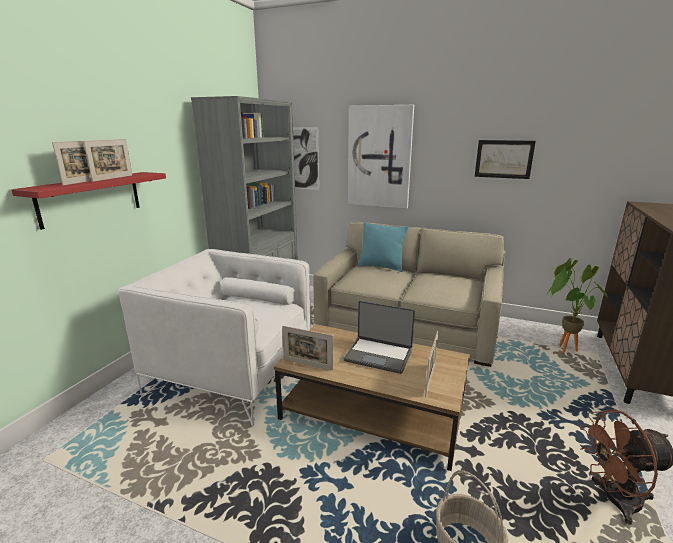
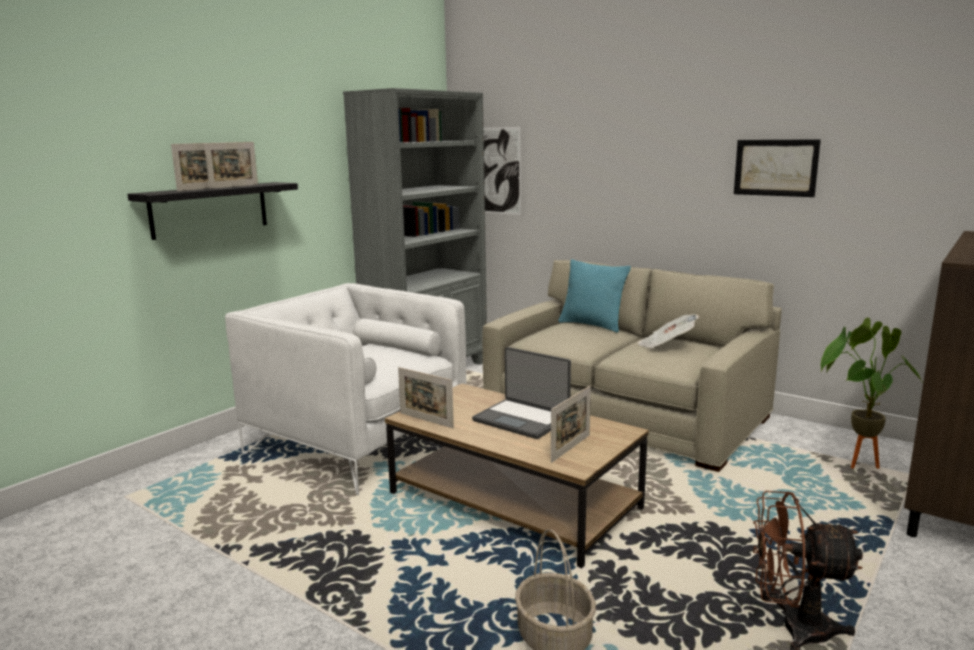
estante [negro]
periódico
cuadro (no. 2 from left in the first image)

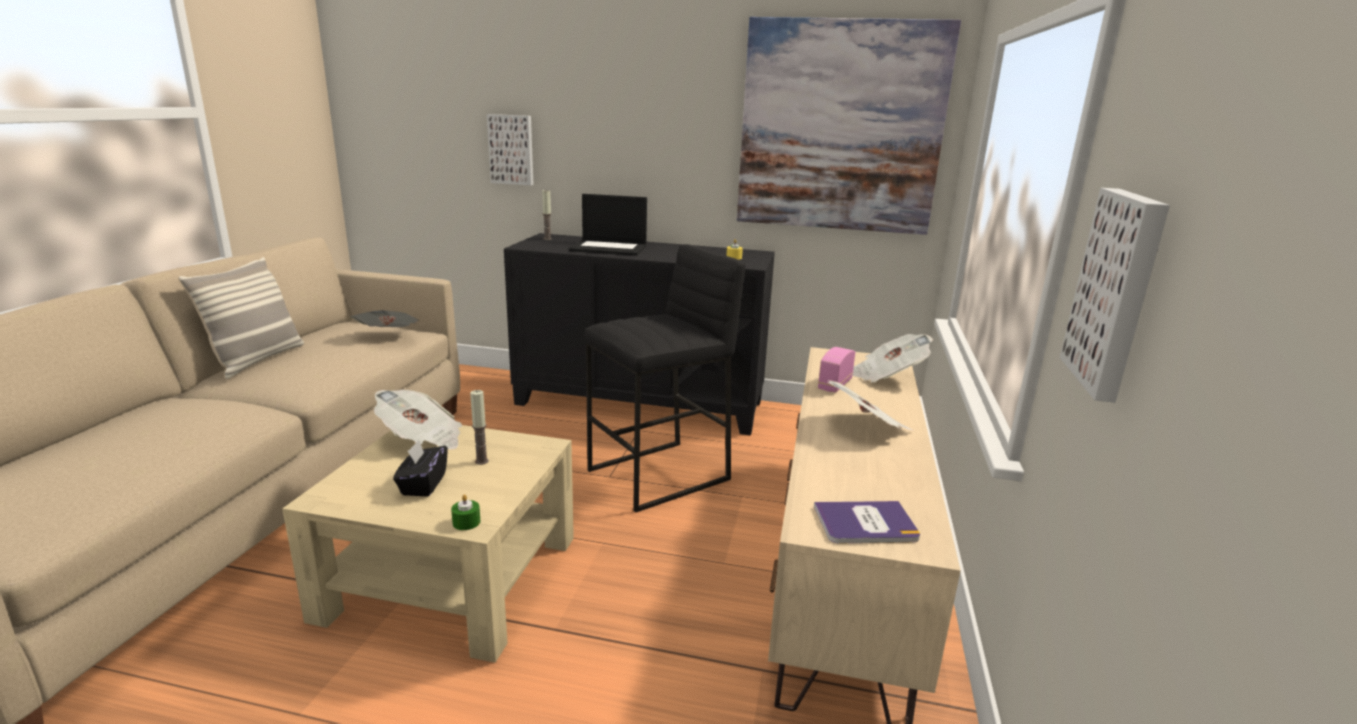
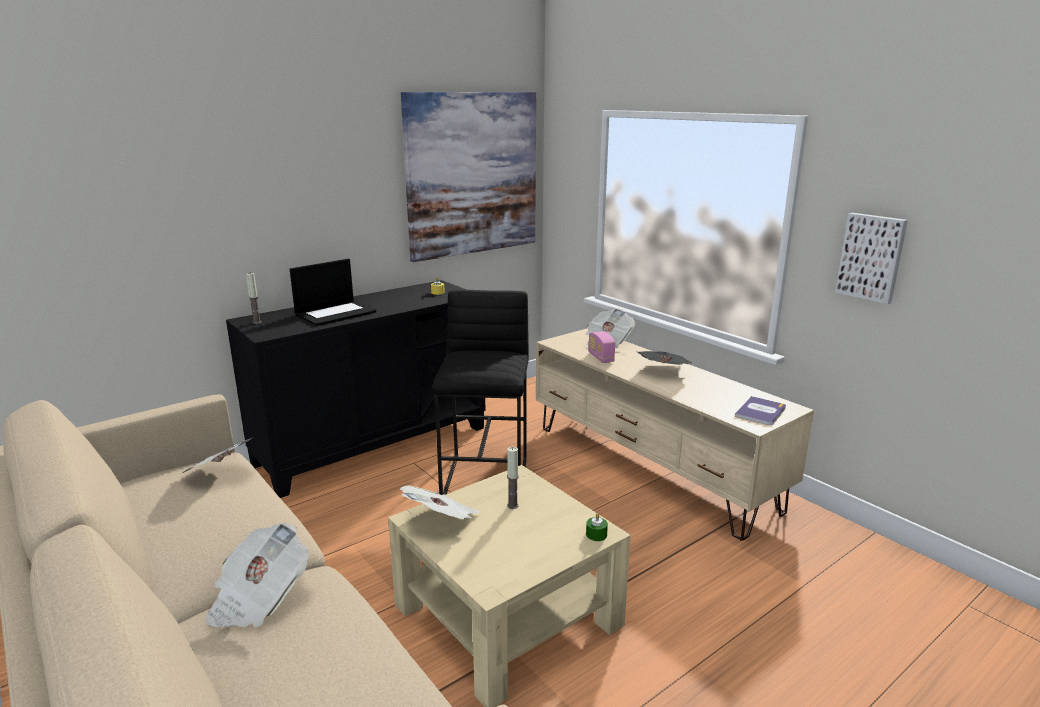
periódico (no. 2 from left)
cojín
caja de pañuelos [negro]
cuadro (no. 1 from left in the first image)

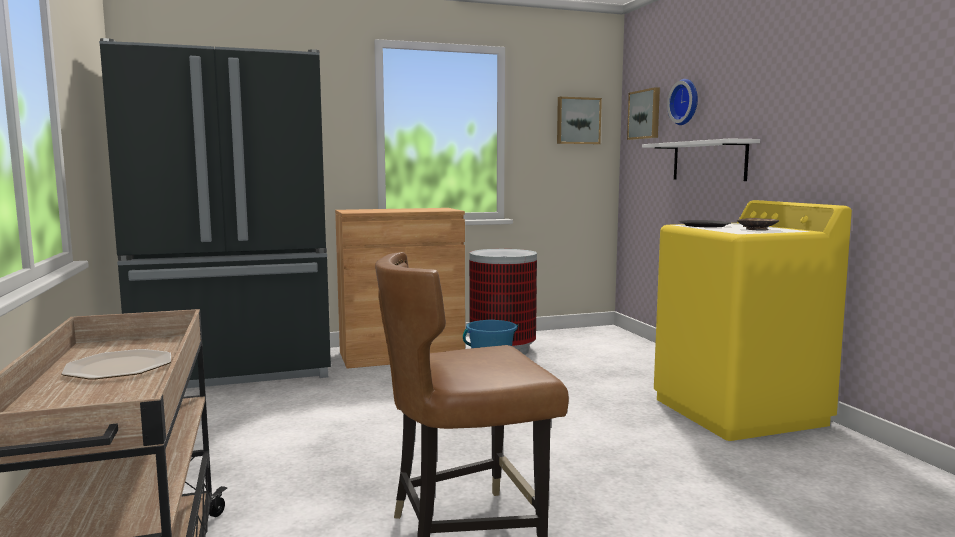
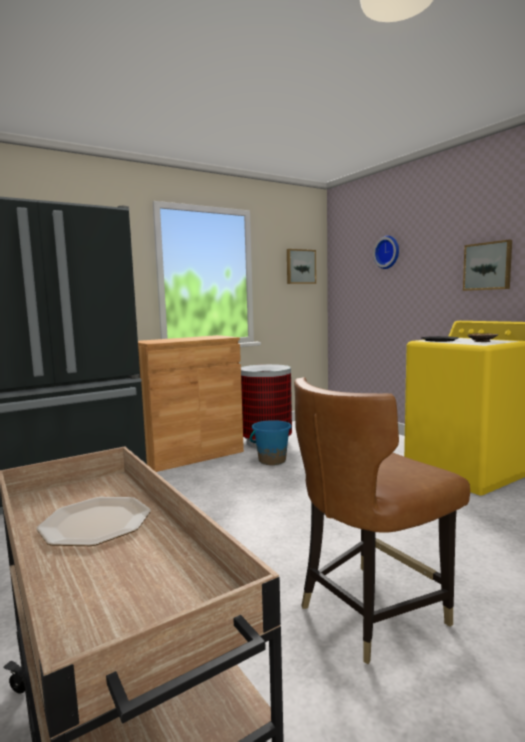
cuadro (no. 2 from left)
estante [blanco]

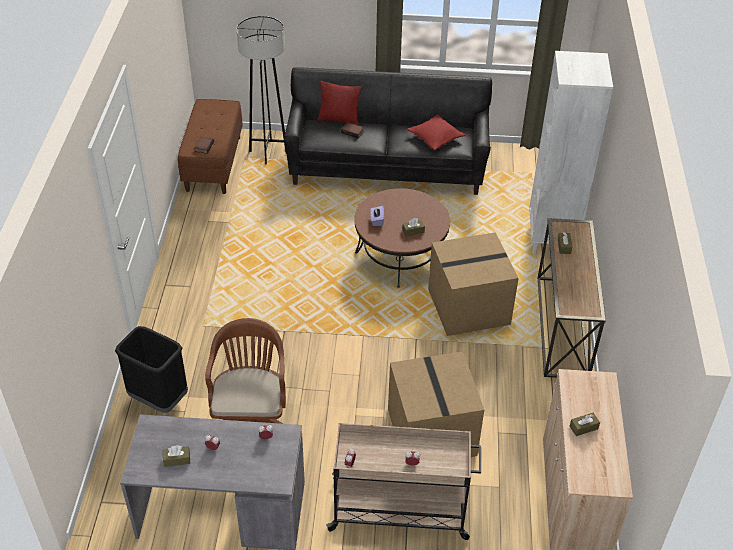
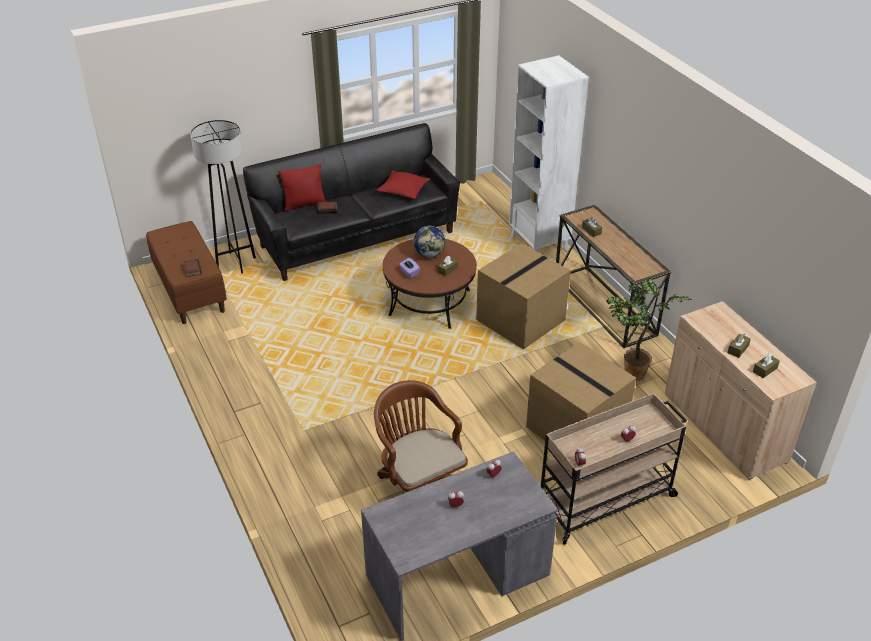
globo terráqueo
planta en maceta
caja de pañuelos [marrón] (no. 4 from left)
papelera [negro]

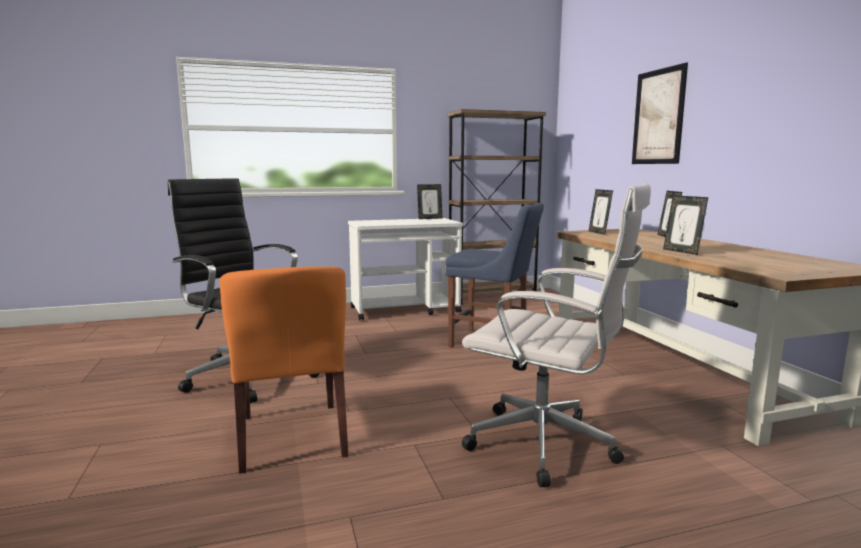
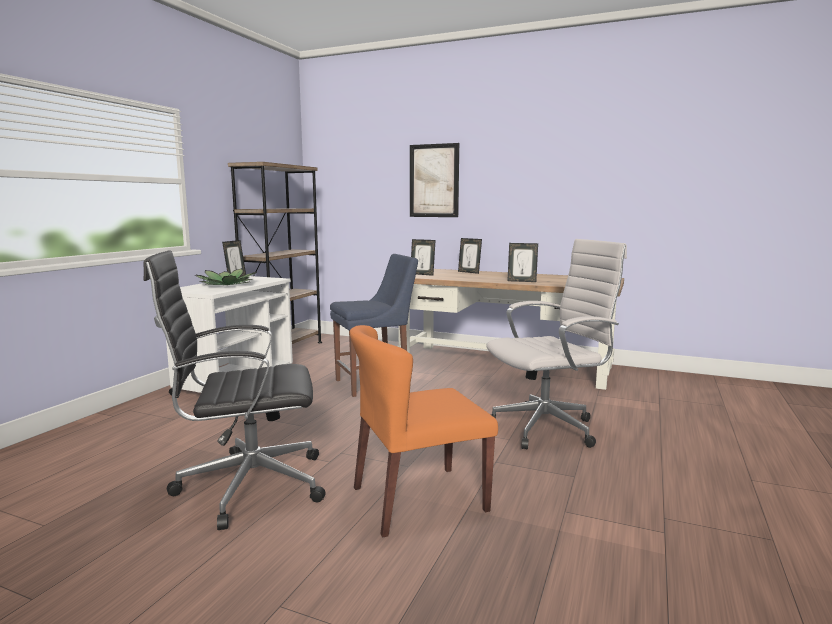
planta en maceta
silla [naranja]

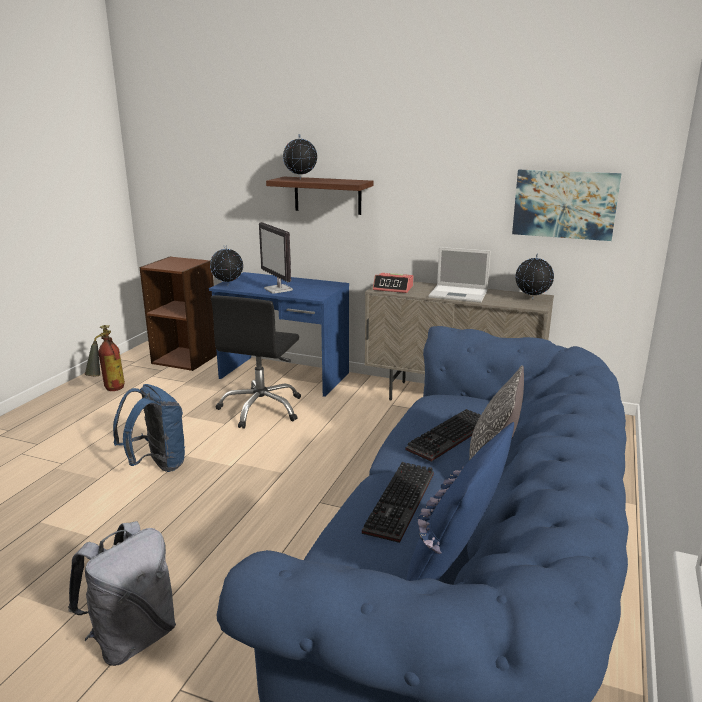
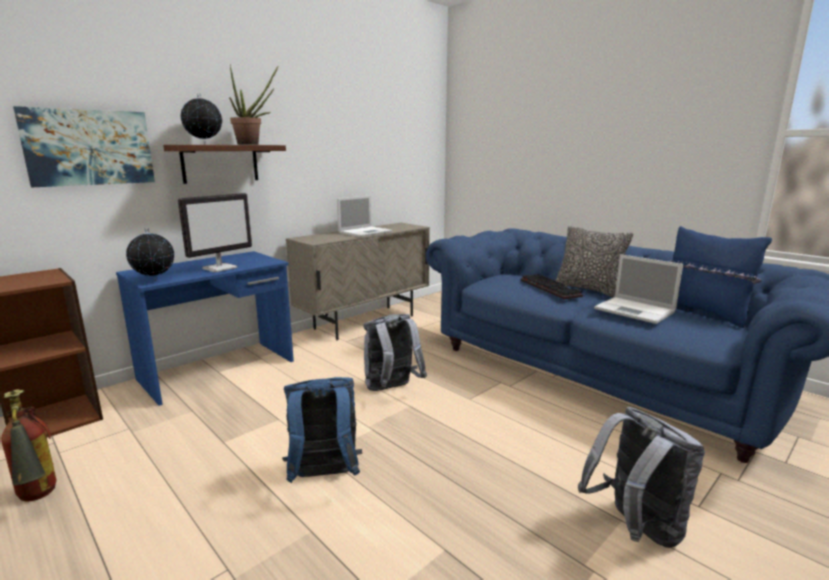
cuadro
monitor
planta en maceta
mochila [gris] (no. 1 from left)
portátil (no. 2 from left)
silla de oficina [negro]
despertador
globo terráqueo (no. 3 from left in the first image)

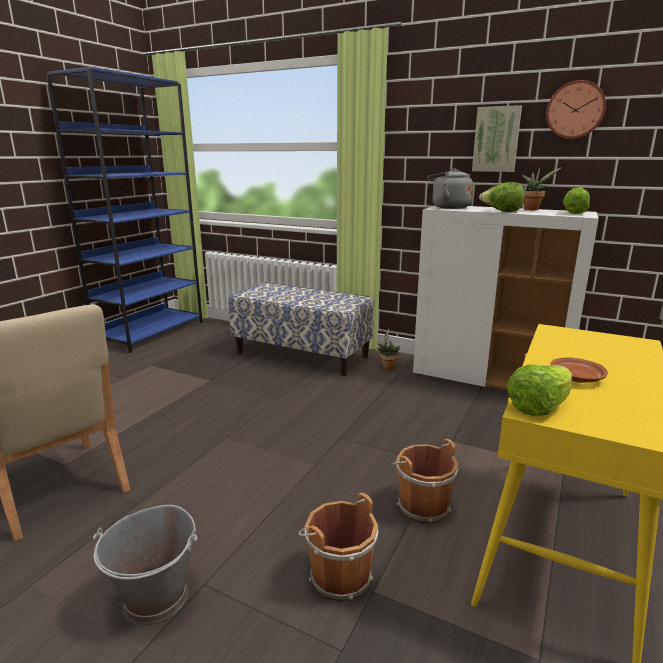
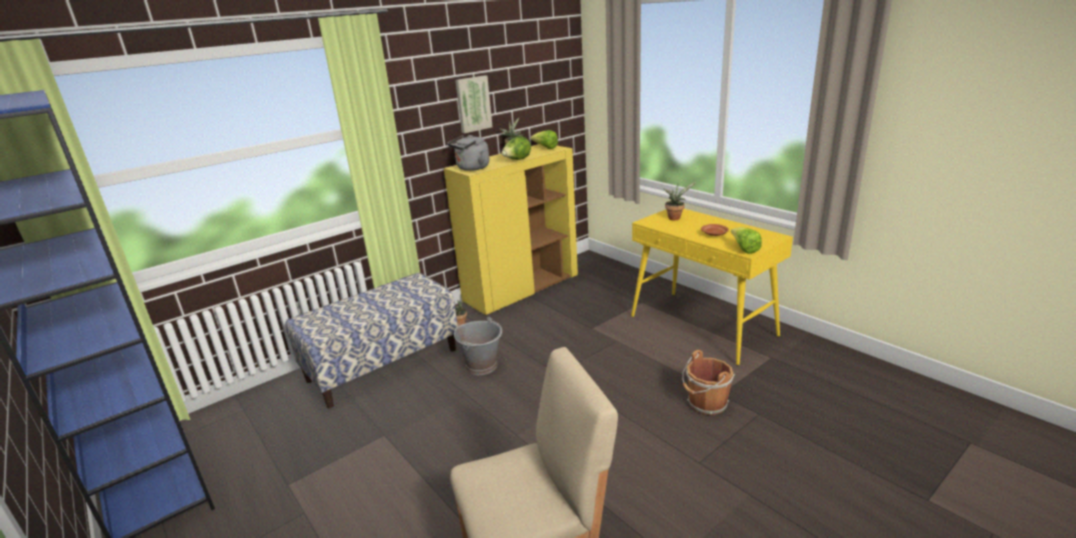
armario [amarillo]
cubo [gris]
planta en maceta (no. 3 from left)
cubo [marrón] (no. 2 from left in the first image)
reloj de pared

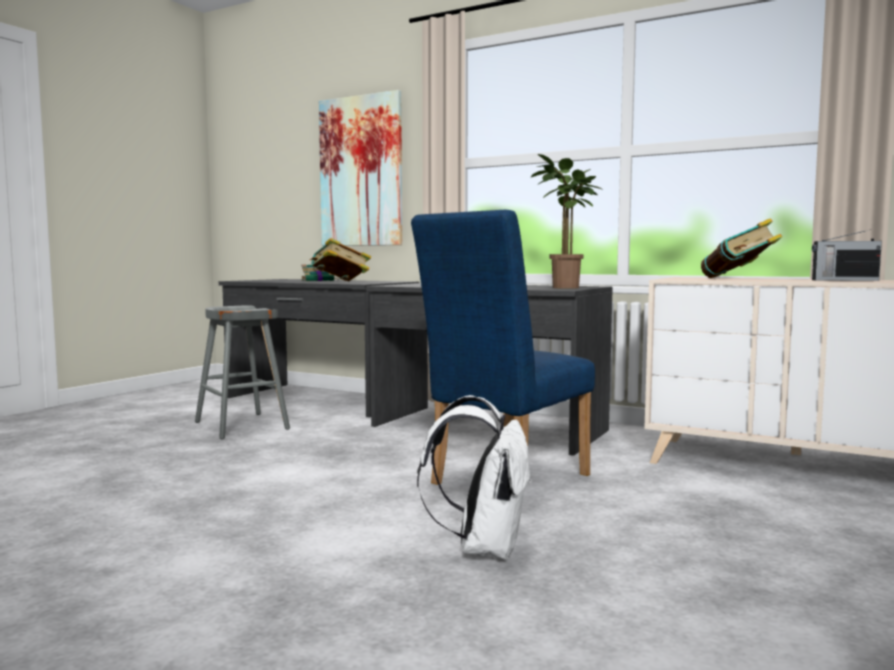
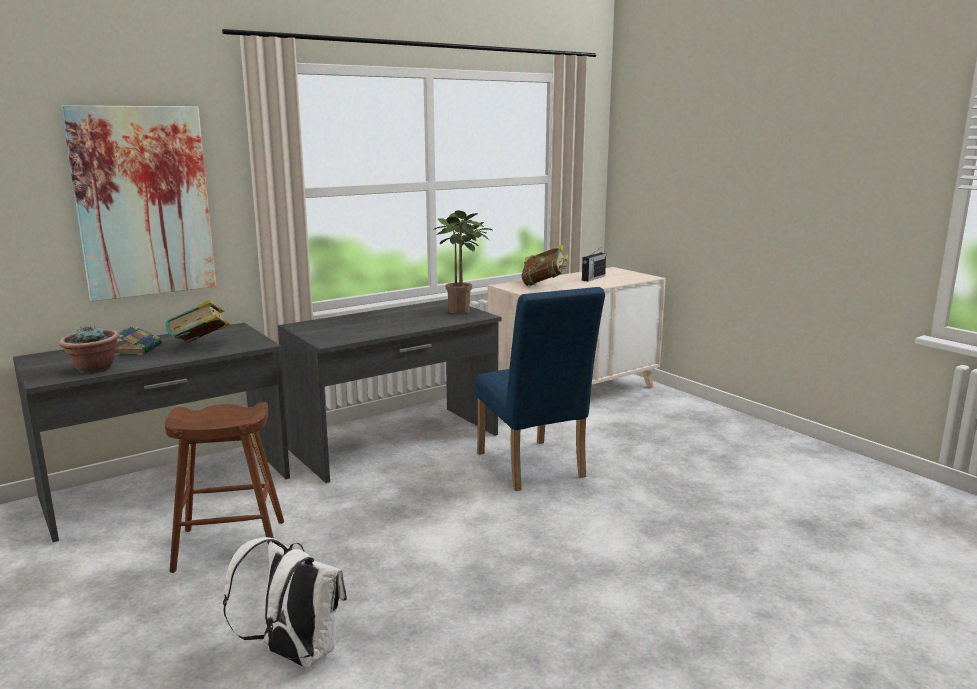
planta en maceta (no. 1 from left)
taburete [marrón]
mochila [blanco]

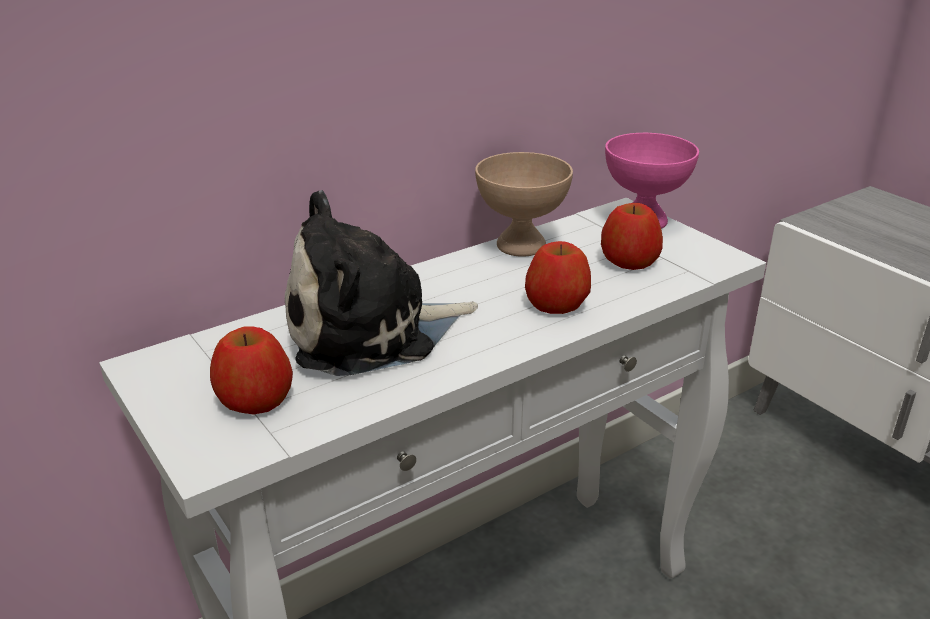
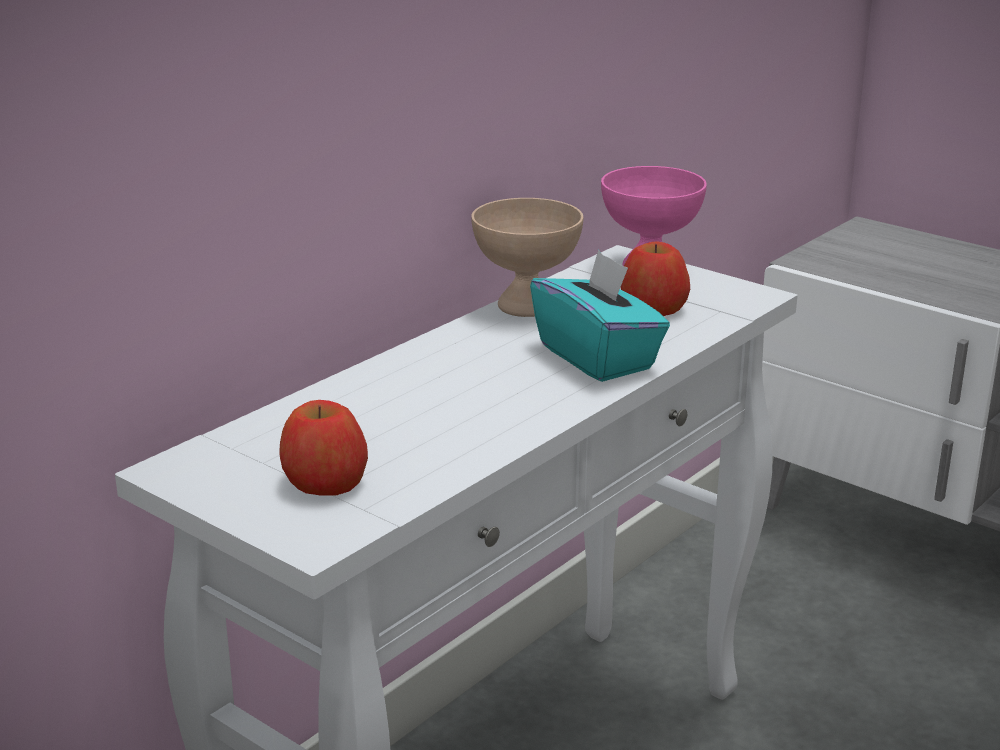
caja de pañuelos [turquesa]
peluche

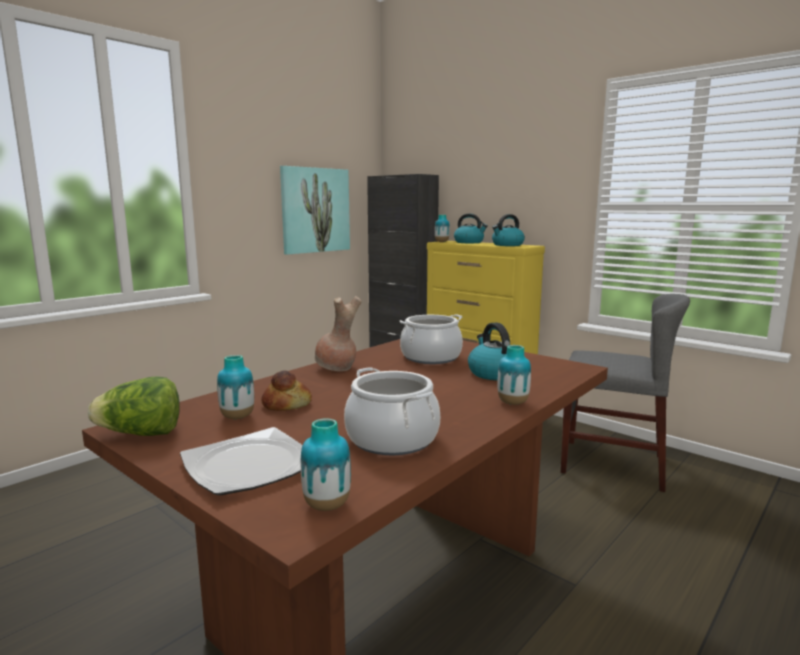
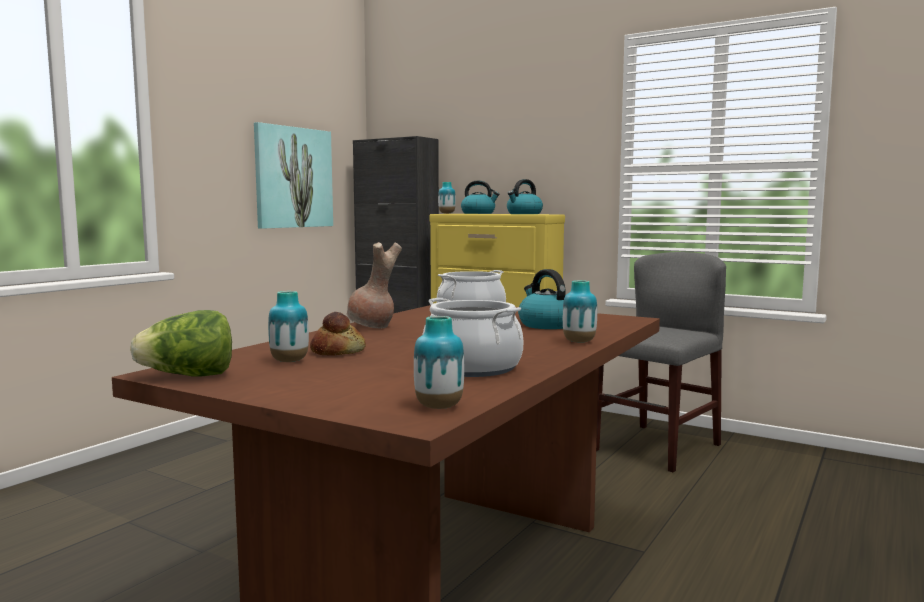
silla [gris]
plato

